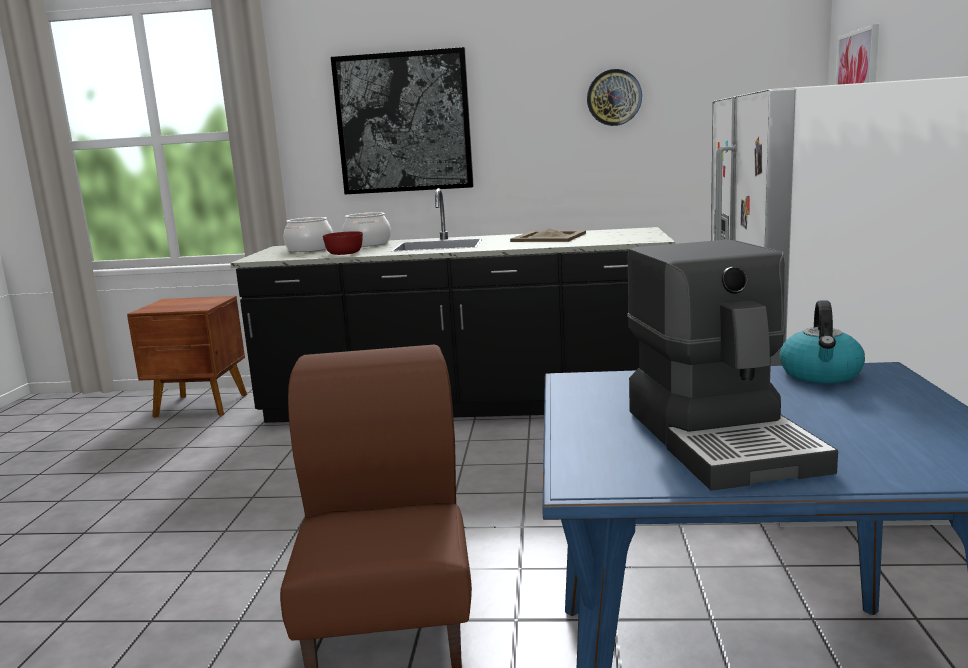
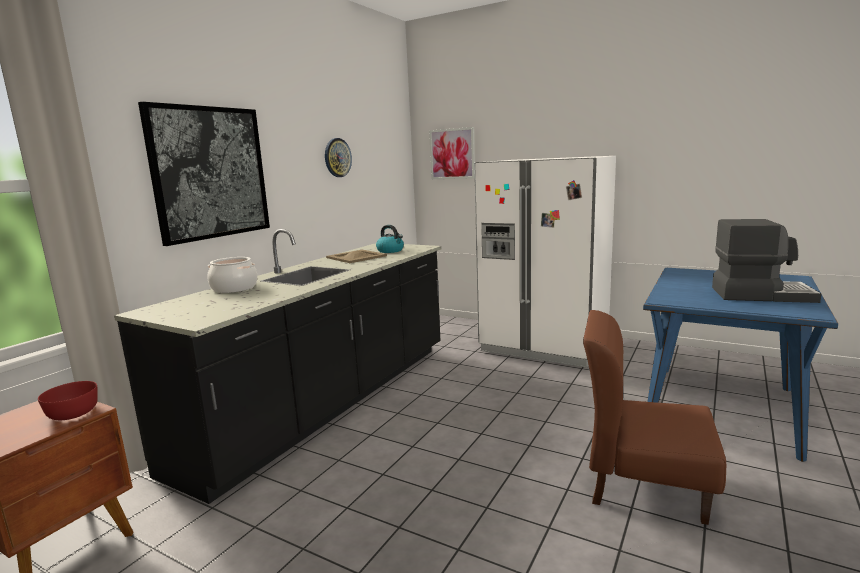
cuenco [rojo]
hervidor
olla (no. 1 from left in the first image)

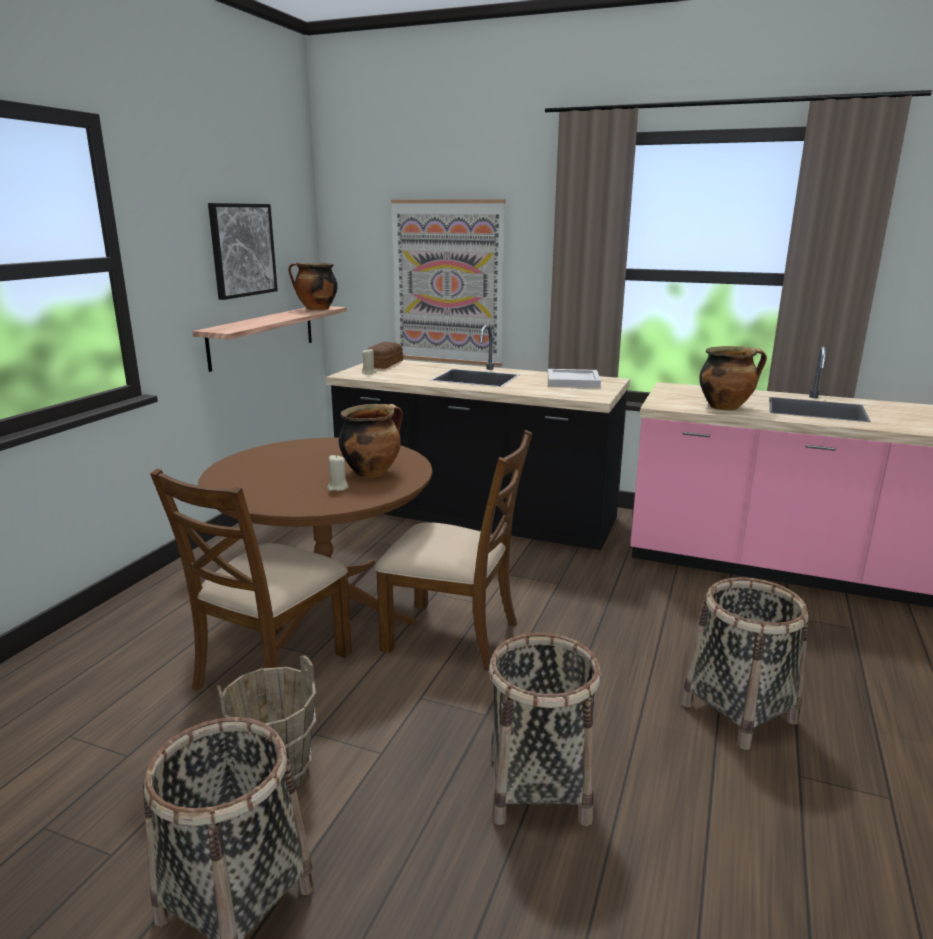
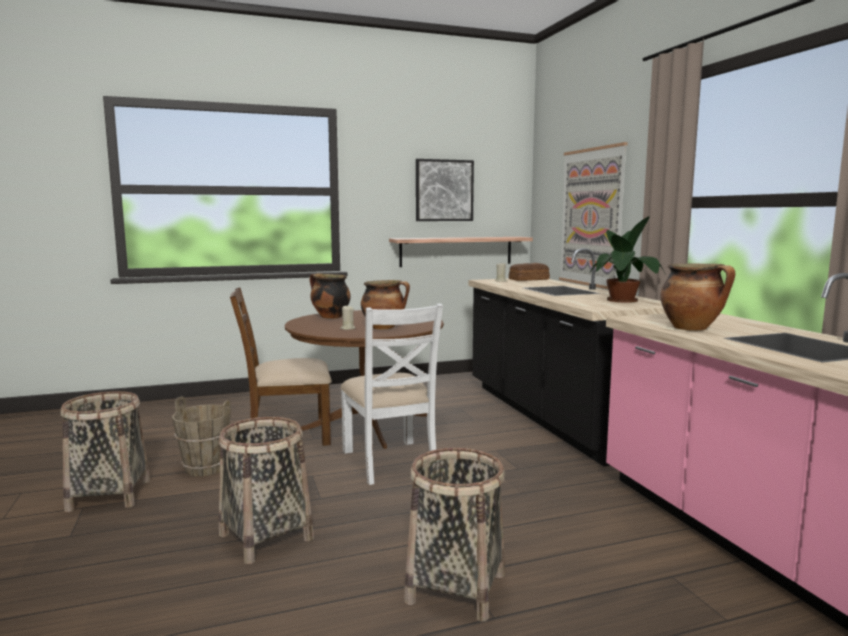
olla (no. 1 from left)
silla [blanco]
planta en maceta

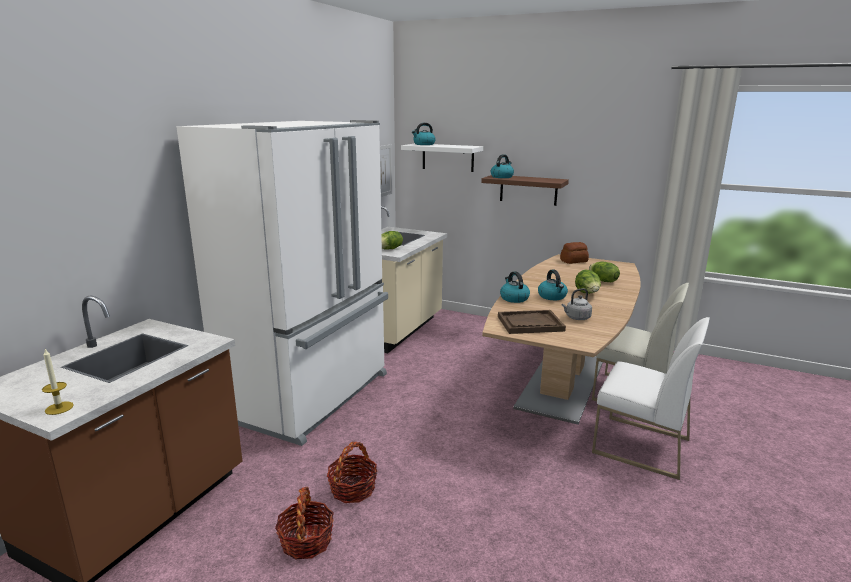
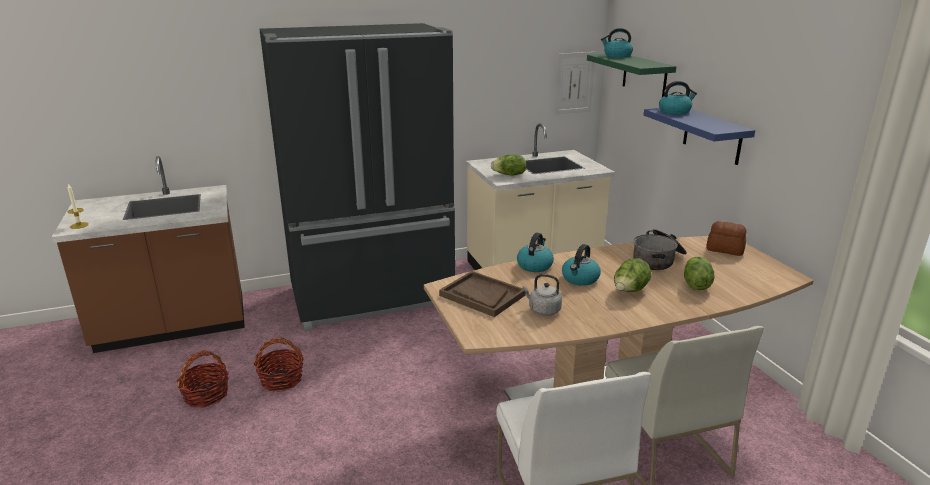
nevera [negro]
estante [verde]
olla
estante [azul]

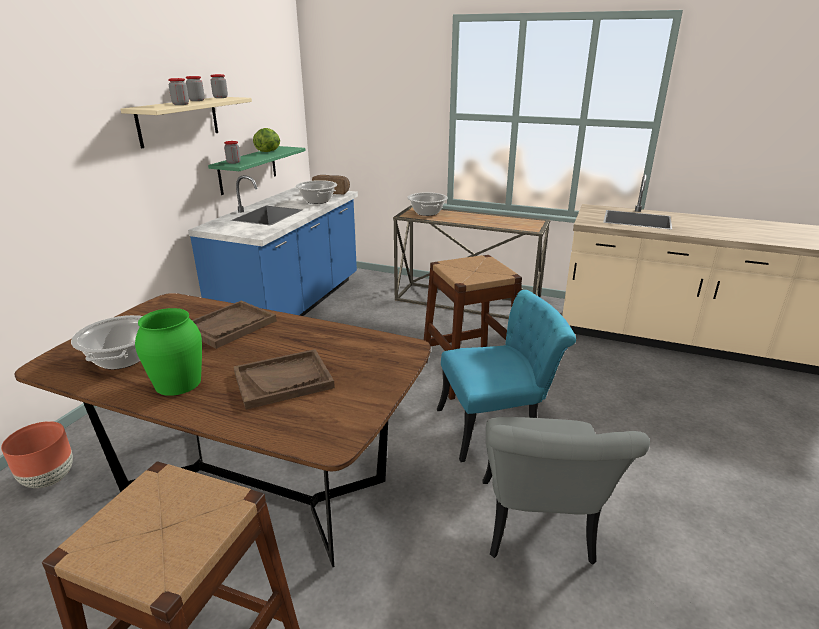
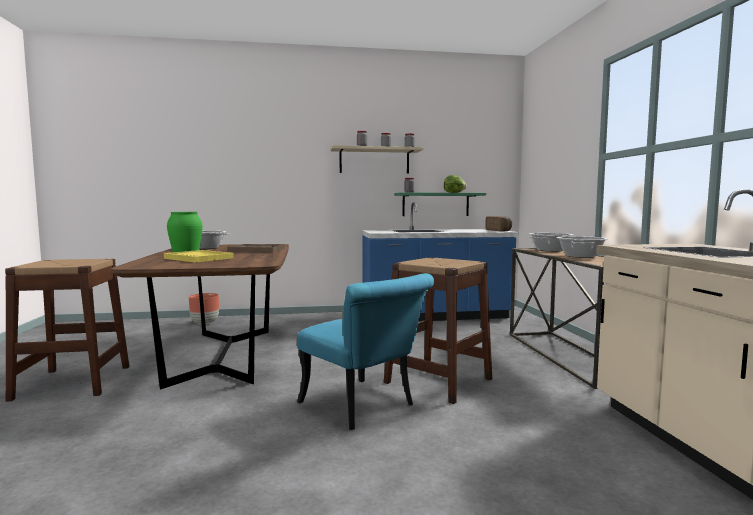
bandeja [amarillo]
olla (no. 3 from left)
silla [gris]

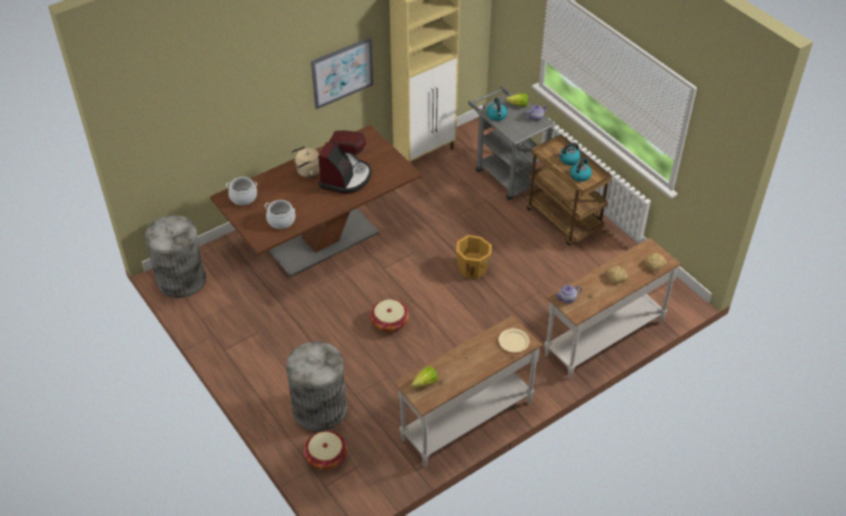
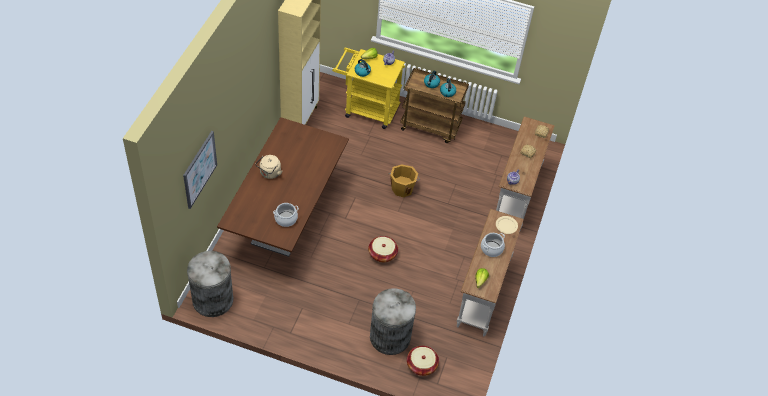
cuadro
carrito [amarillo]
olla (no. 2 from left)
cafetera

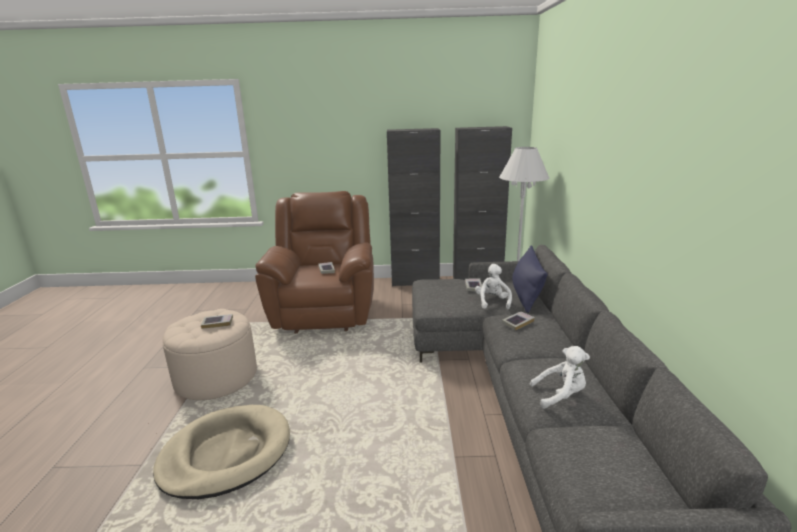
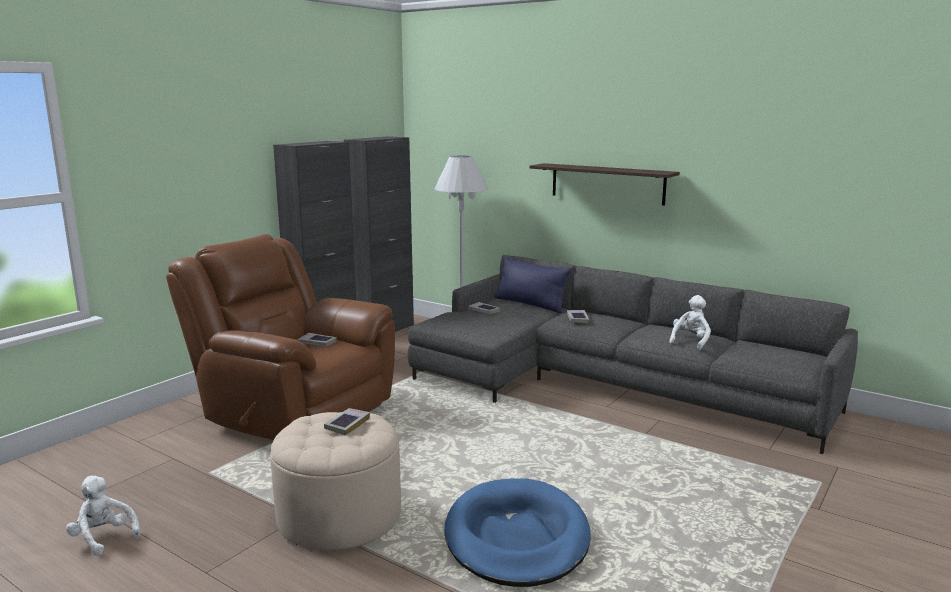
peluche [blanco] (no. 1 from left)
cama para perro [azul]
estante

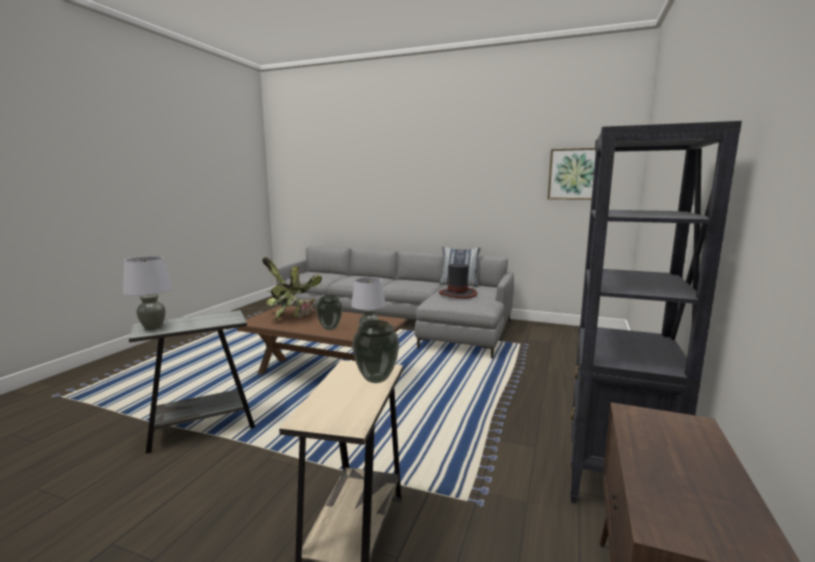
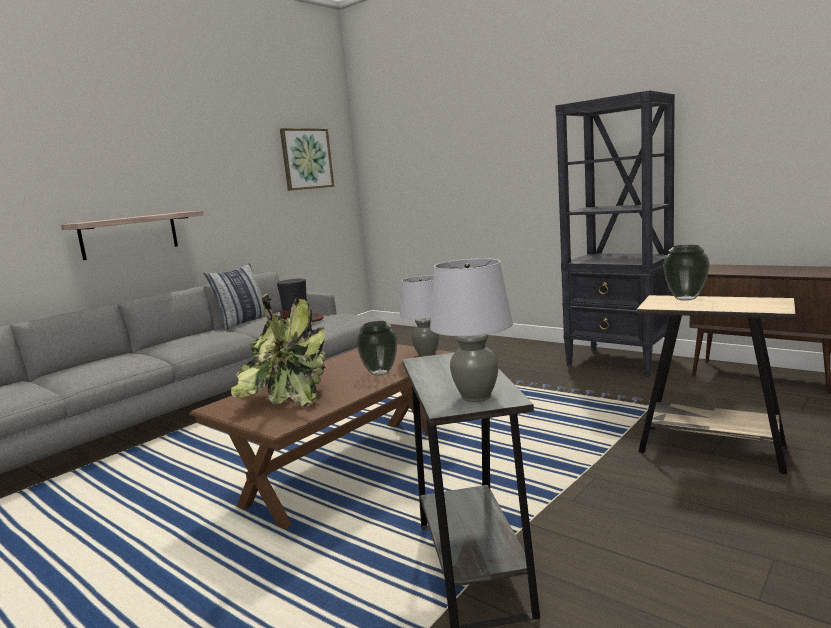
estante

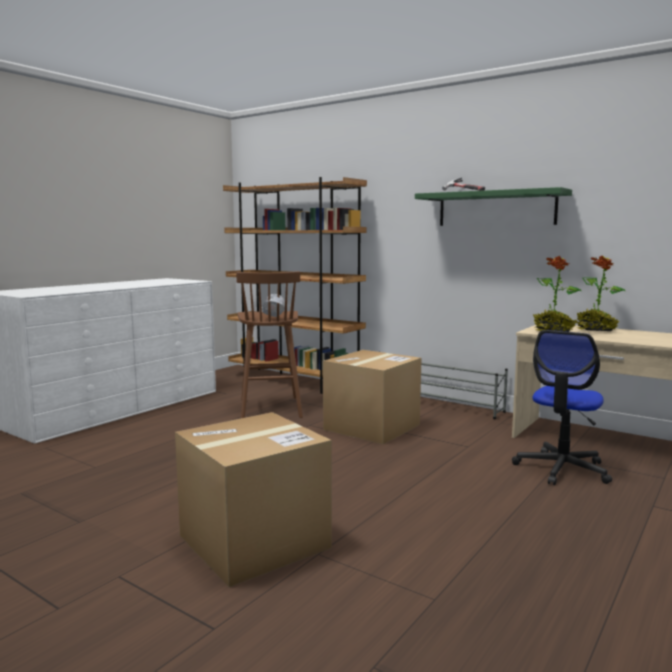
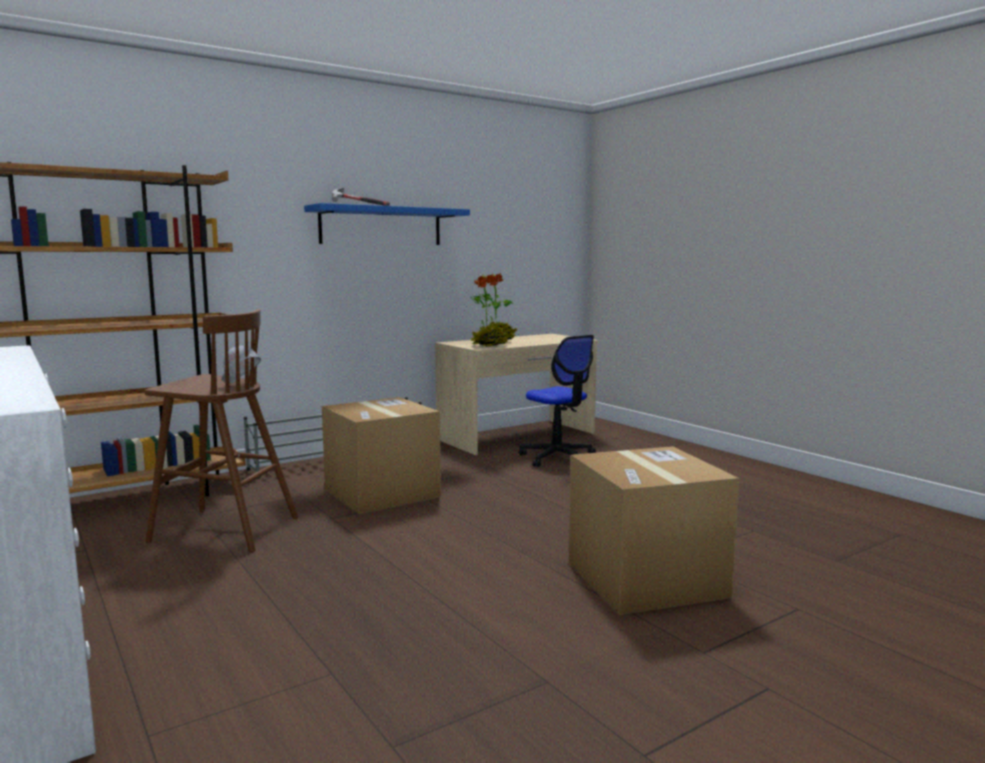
estante [azul]

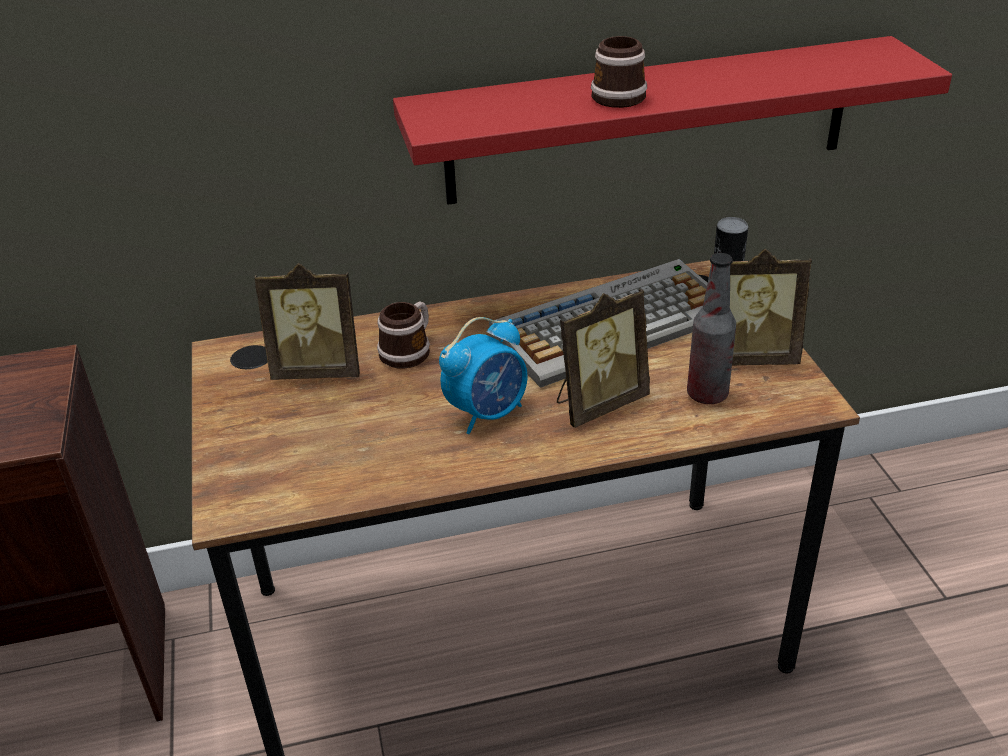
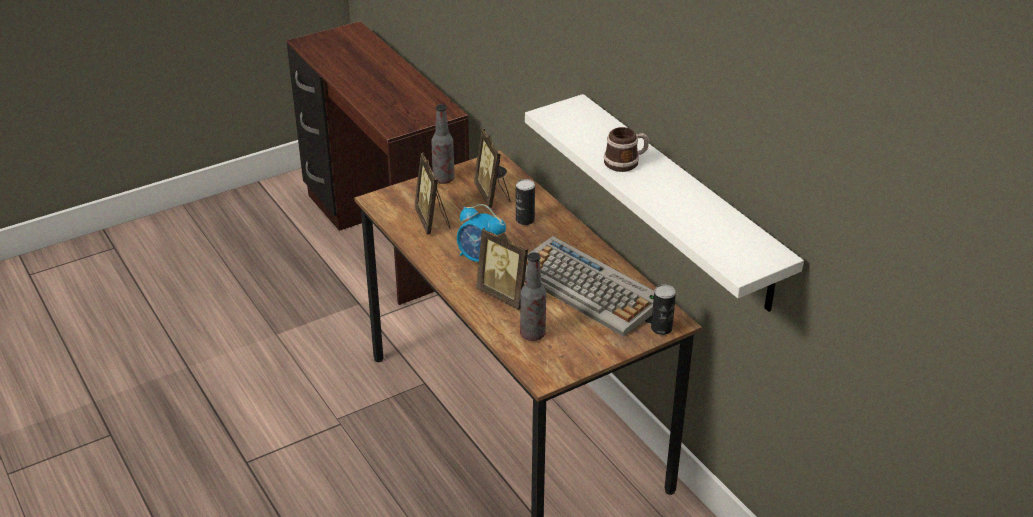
portarretratos (no. 1 from left)
botella (no. 1 from left)
lata (no. 1 from left)
estante [blanco]

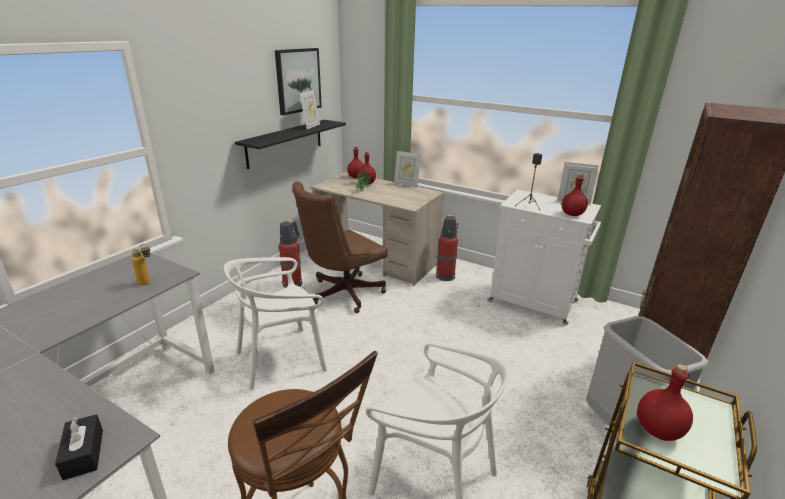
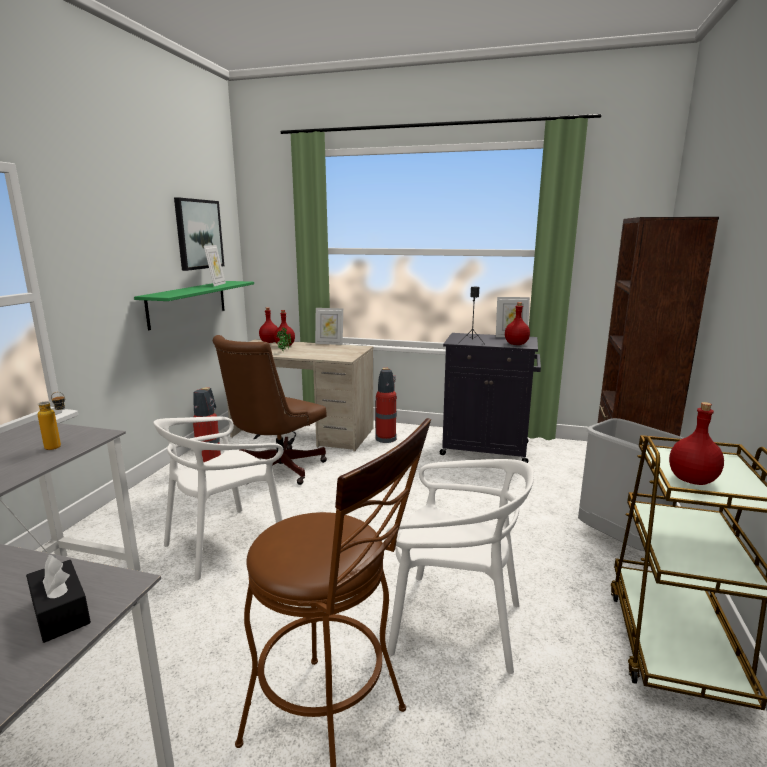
estante [verde]
armario [negro]

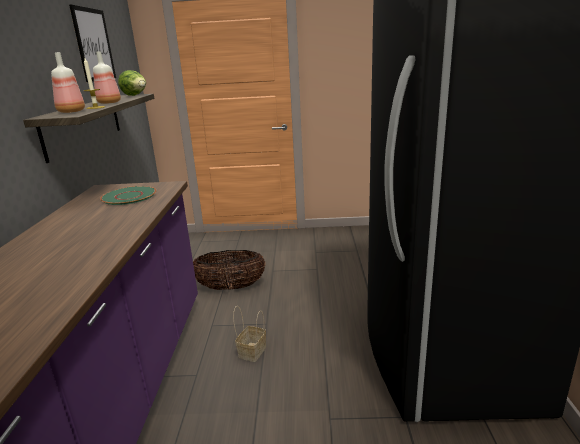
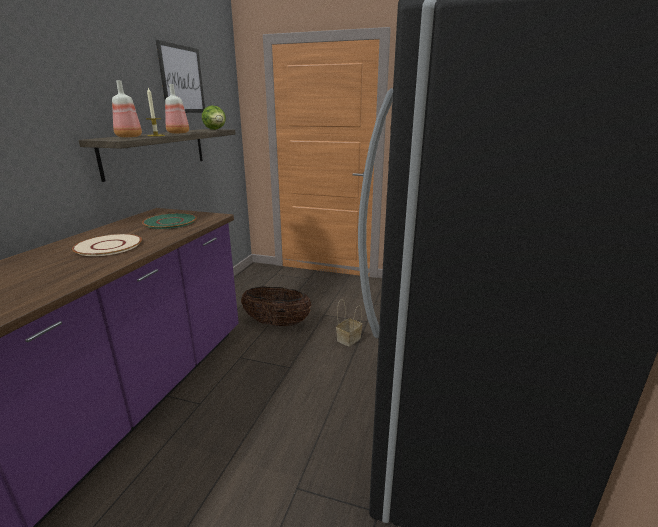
plato [beis]
cesta (no. 2 from left)

